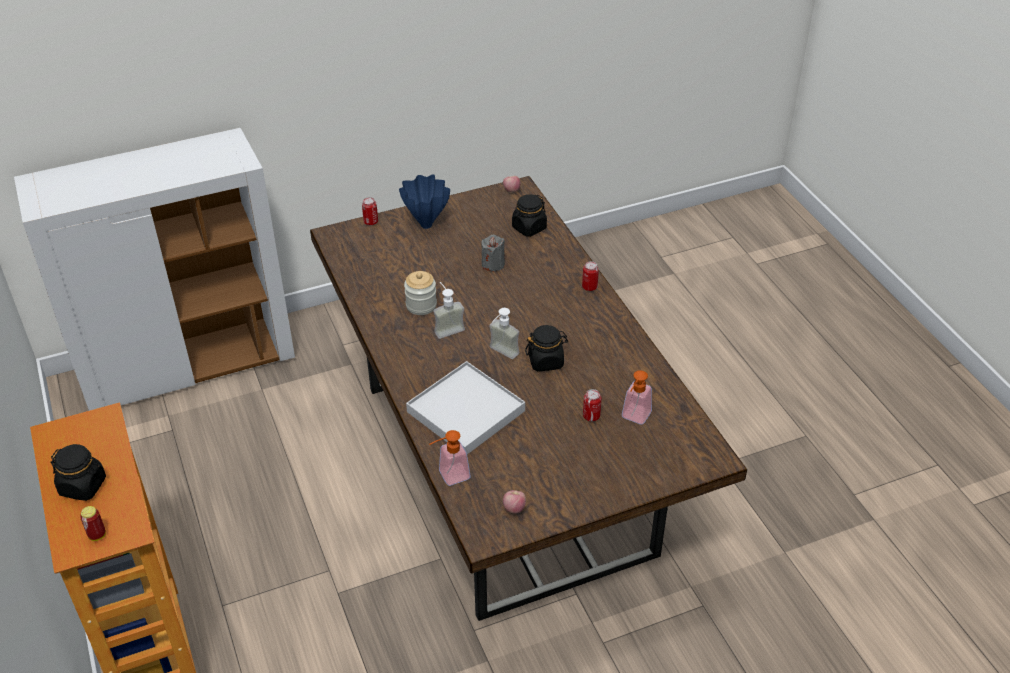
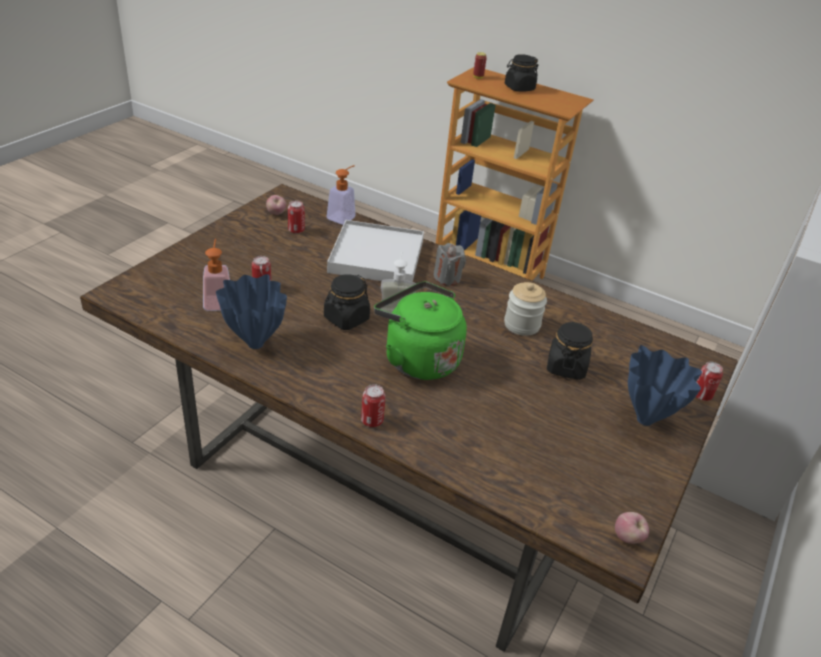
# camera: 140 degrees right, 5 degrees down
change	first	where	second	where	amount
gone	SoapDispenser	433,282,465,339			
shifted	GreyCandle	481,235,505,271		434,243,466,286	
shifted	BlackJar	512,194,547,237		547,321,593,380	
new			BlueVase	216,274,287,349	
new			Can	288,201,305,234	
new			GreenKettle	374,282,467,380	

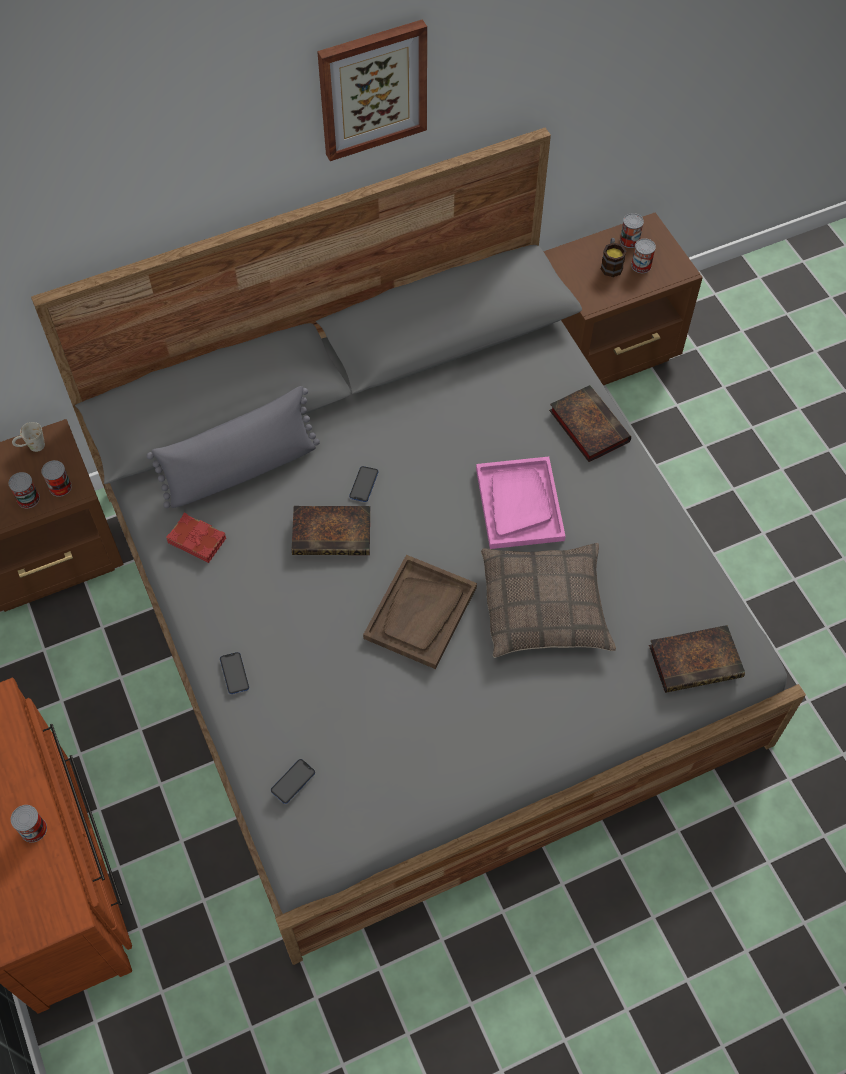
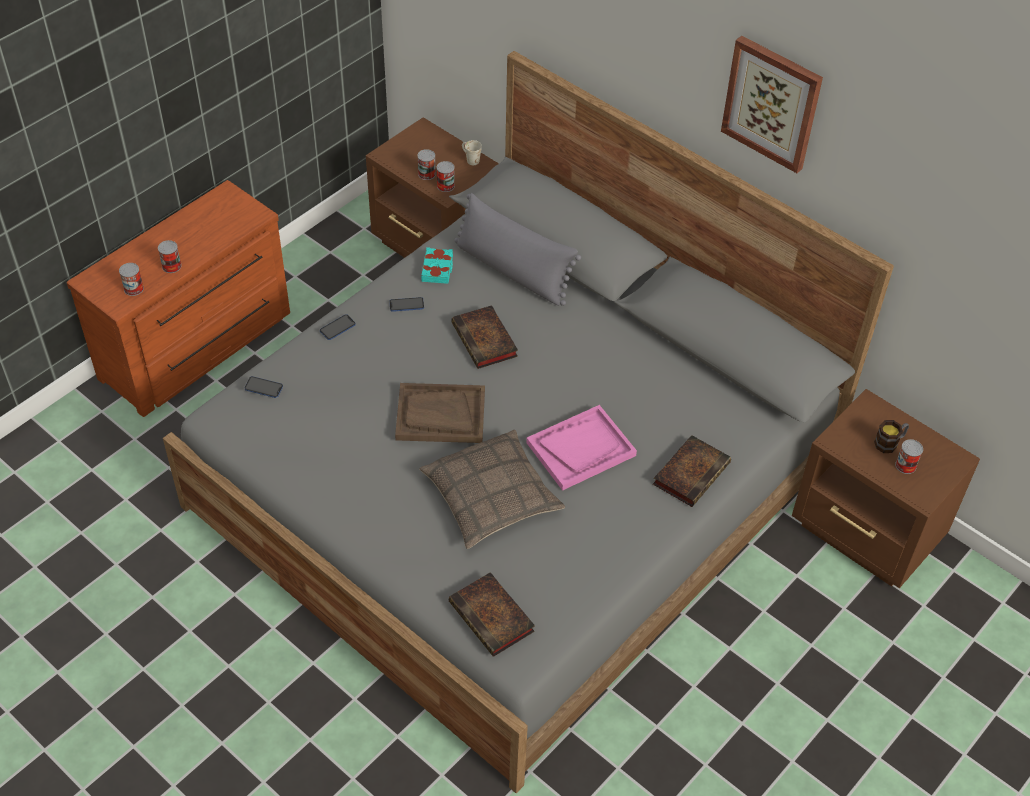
# camera: 65 degrees right, 10 degrees down
change	first	where	second	where	amount
repainted	RedBook	166,513,226,563	TurquoiseBook	421,247,453,284	
shifted	Phone	349,466,378,502		389,297,424,312	
shifted	Can	620,213,644,248		119,263,144,296	

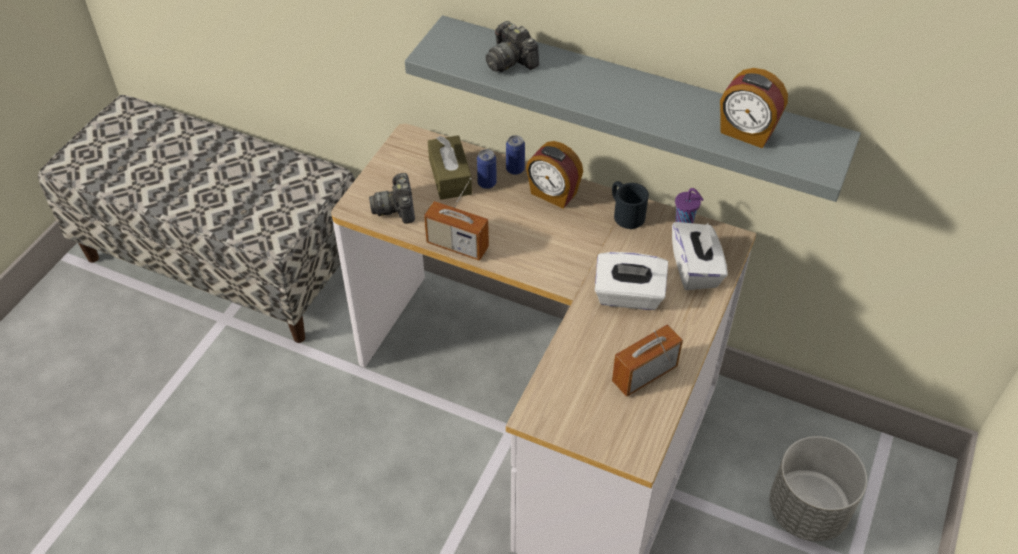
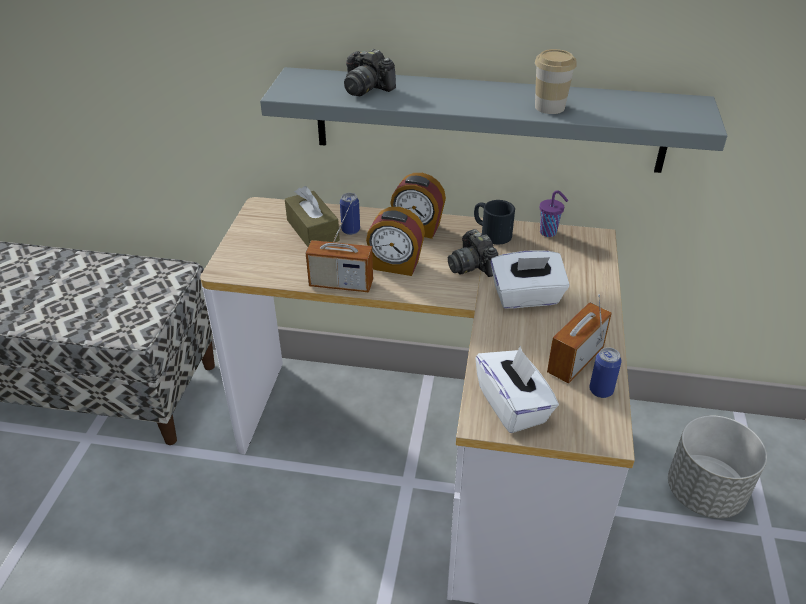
# camera: 15 degrees left, 10 degrees down
change	first	where	second	where	amount
shifted	PhotoCamera	369,173,415,224		448,229,498,277	
shifted	Can	506,135,525,175		589,347,622,398	
shifted	WhiteTissueBox	672,222,728,290		475,346,559,433	
shifted	AlarmClock	720,68,788,149		366,207,425,276	
new			Cup	535,49,577,114	

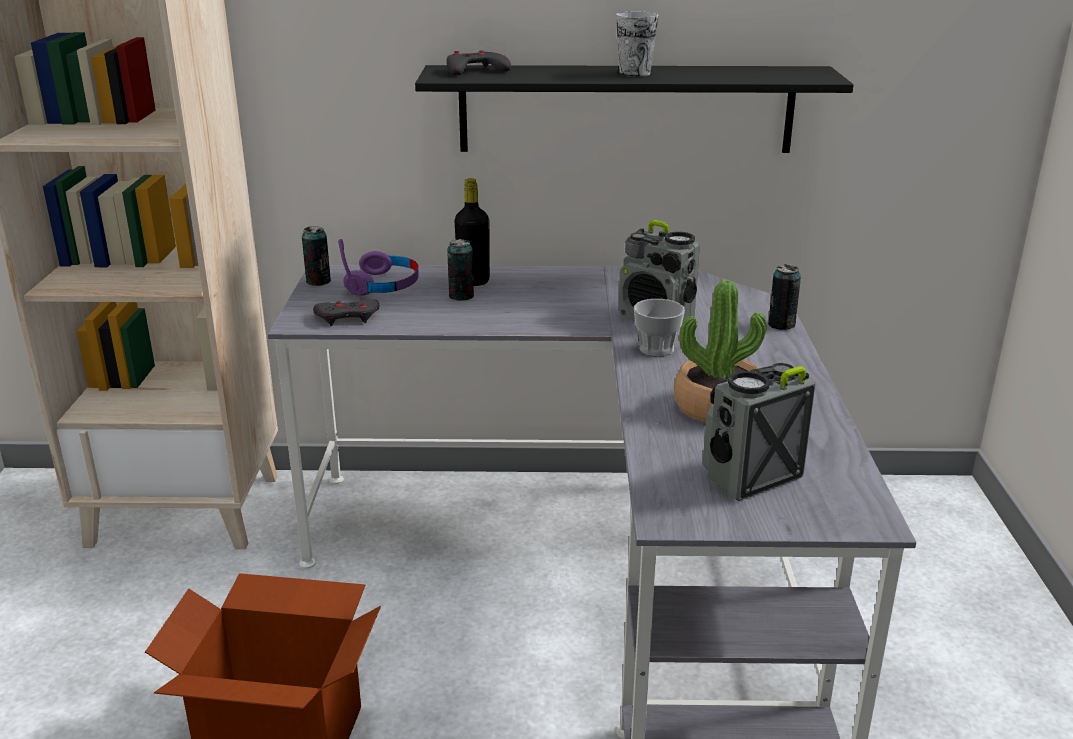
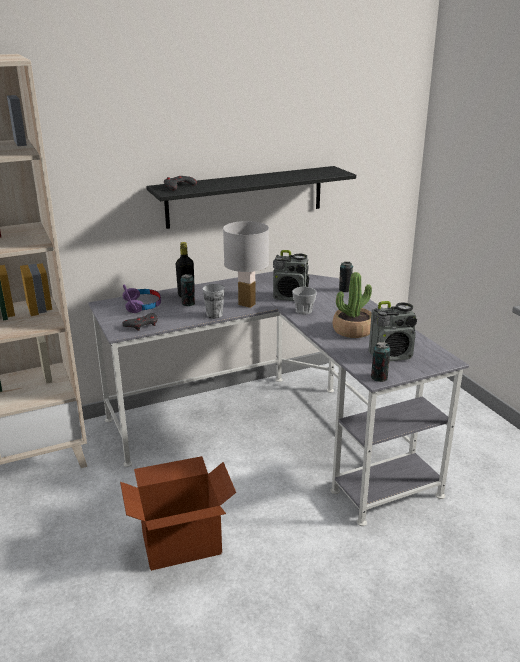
# camera: 25 degrees left, 0 degrees up
change	first	where	second	where	amount
shifted	Can	302,226,331,286		371,342,390,382	
shifted	Cup	616,11,659,77		203,284,225,319	
rotated	Radio	703,363,816,501		369,301,417,361	135 degrees counterclockwise
new			WhiteTableLamp	223,221,269,308	

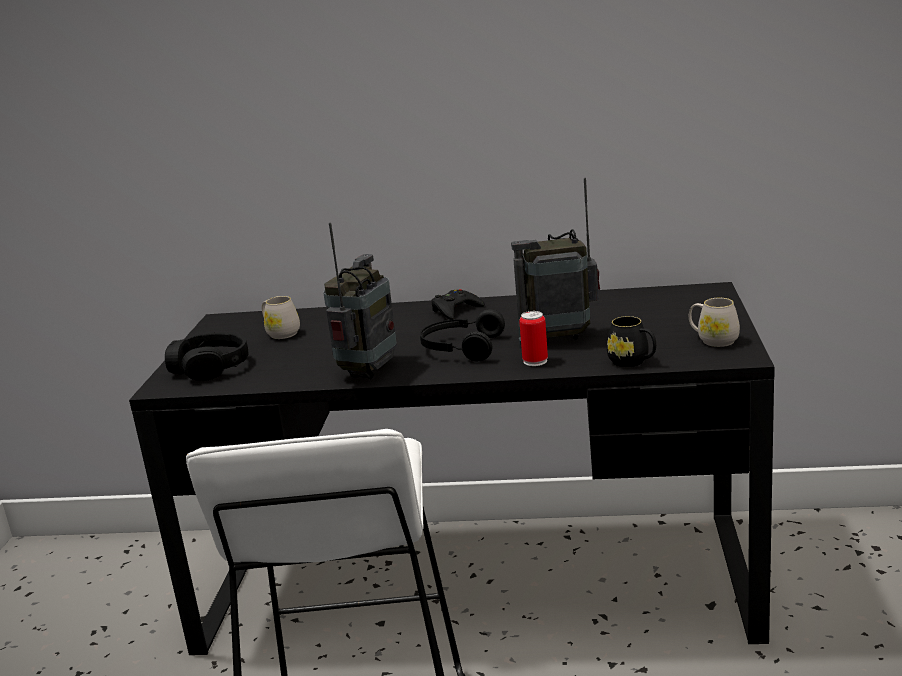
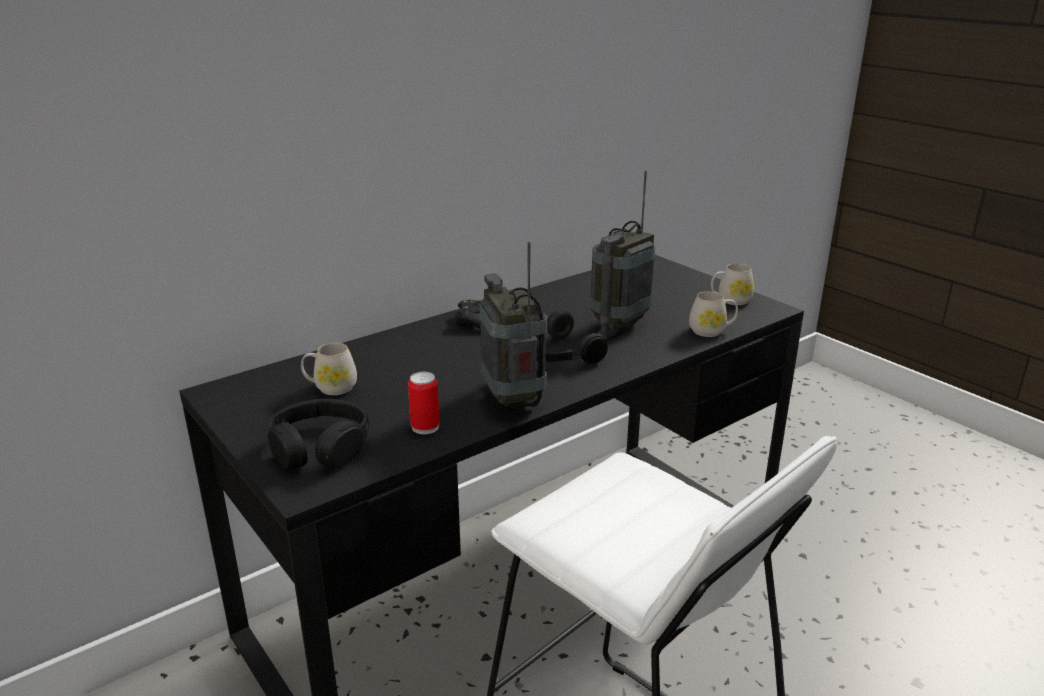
# camera: 45 degrees left, 5 degrees up
change	first	where	second	where	amount
shifted	Can	519,311,548,366		408,372,440,434	
repainted	BlackMug	607,316,656,367	WhiteMug	689,291,738,337	

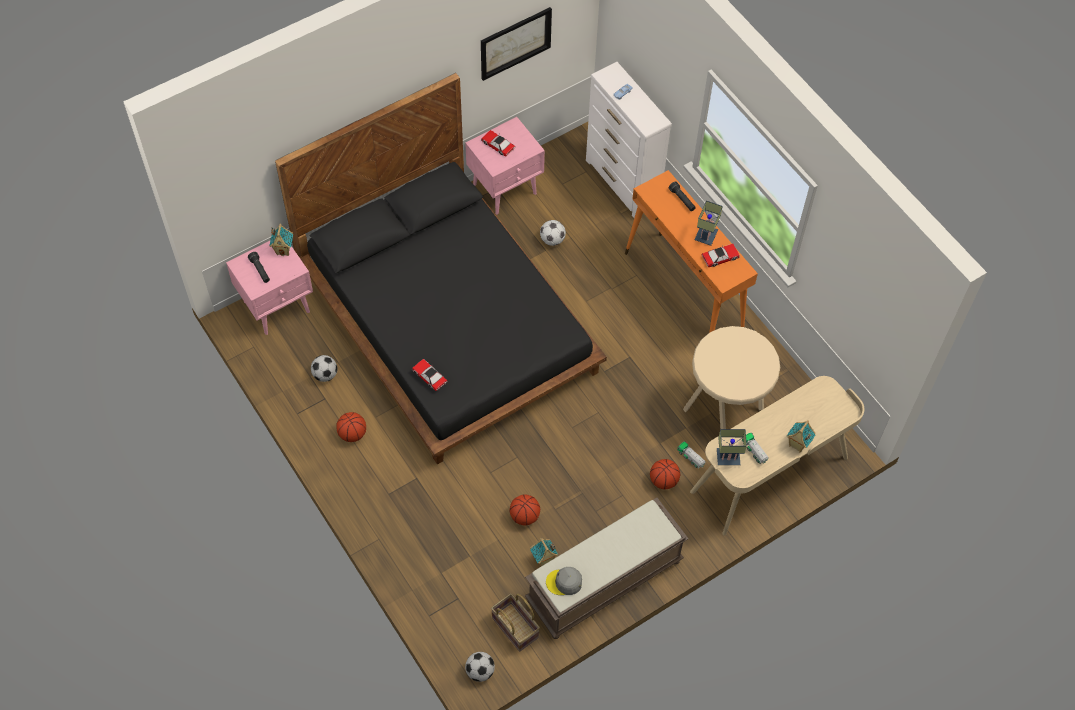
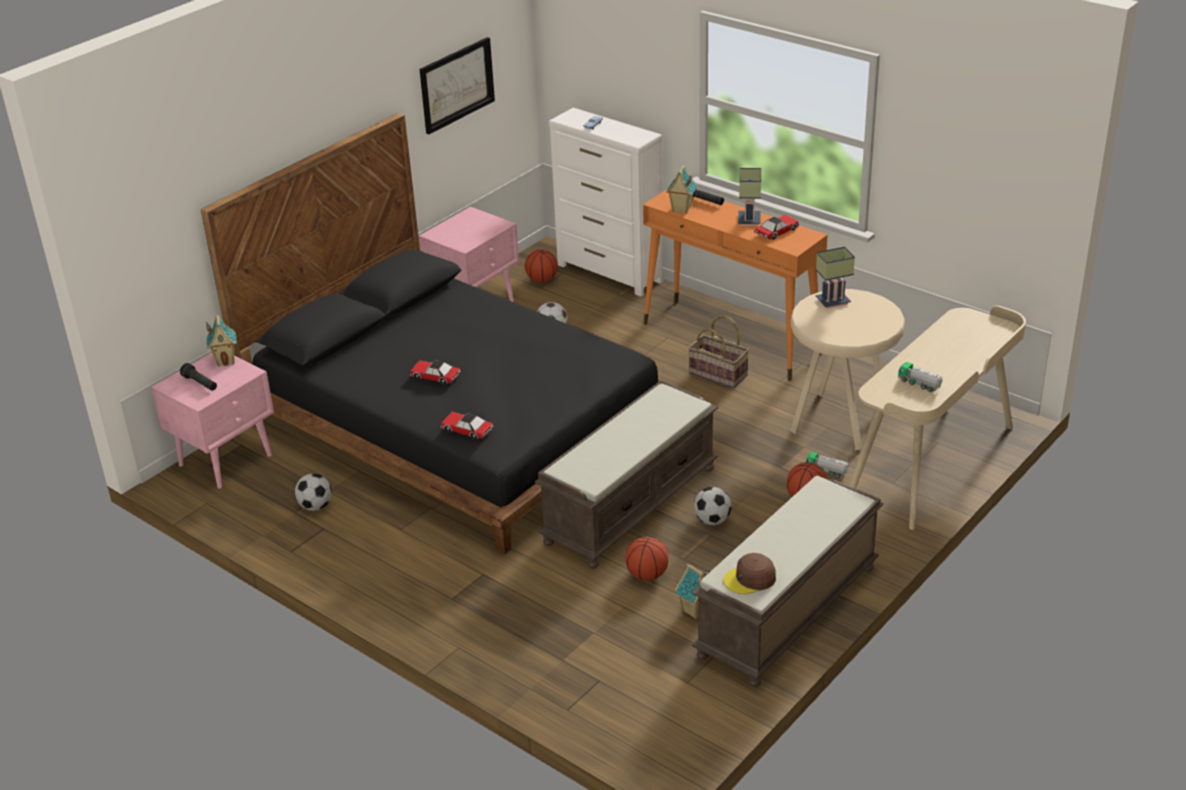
# camera: 15 degrees left, 25 degrees down
change	first	where	second	where	amount
shifted	Basketball	336,412,366,442		525,249,558,283	
shifted	Football	465,652,495,682		694,487,731,525	
shifted	ToyCar	481,130,515,156		410,360,460,384	
shifted	Basket	491,593,540,652		688,315,749,388	
repainted	GreyCap	546,567,582,595	BrownCap	723,553,776,594	
shifted	TableLamp	717,429,747,465		816,247,855,309	
shifted	ToyHouse	787,420,816,452		666,164,697,214	
new			BrownBench	535,380,719,569	

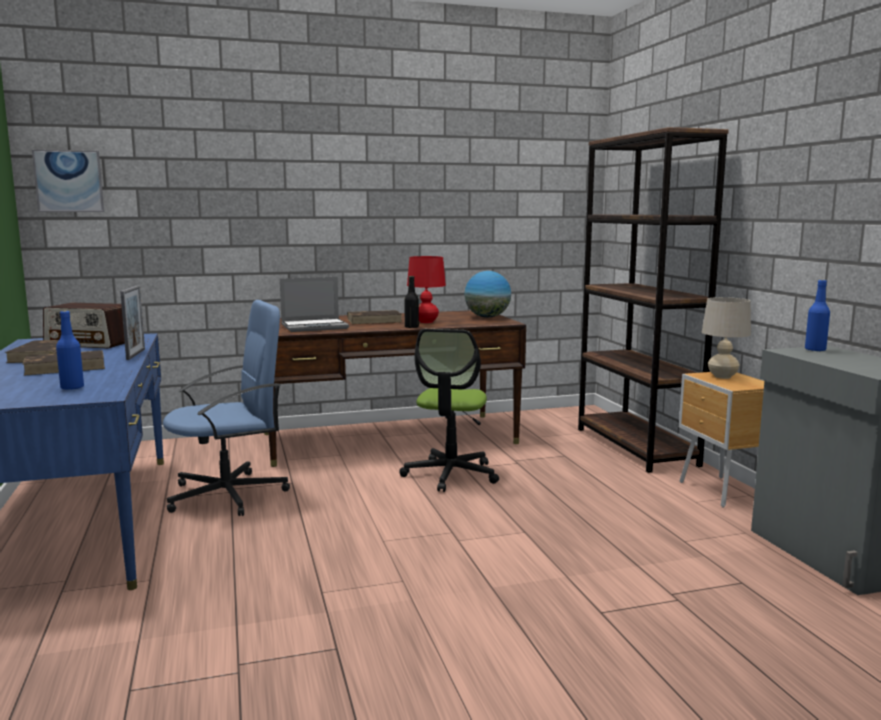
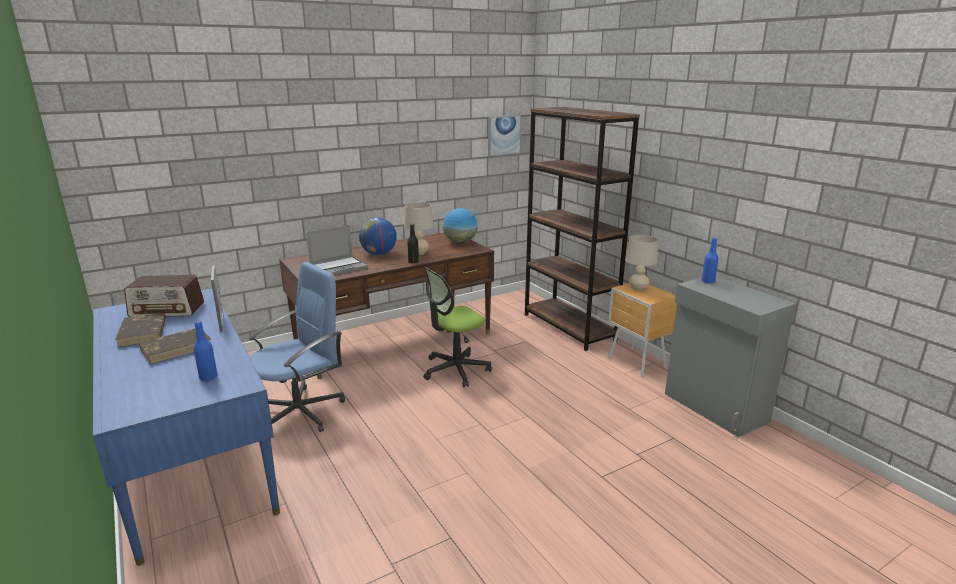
# camera: 15 degrees left, 10 degrees up
change	first	where	second	where	amount
shifted	Picture	32,150,104,212		488,115,522,156	
swapped	BrownBook	347,310,402,324	Globe	359,218,397,255	
rotated	OfficeChair	399,329,499,492		423,267,492,387	60 degrees clockwise
repainted	RedTableLamp	407,256,446,323	BeigeTableLamp	404,202,434,255	

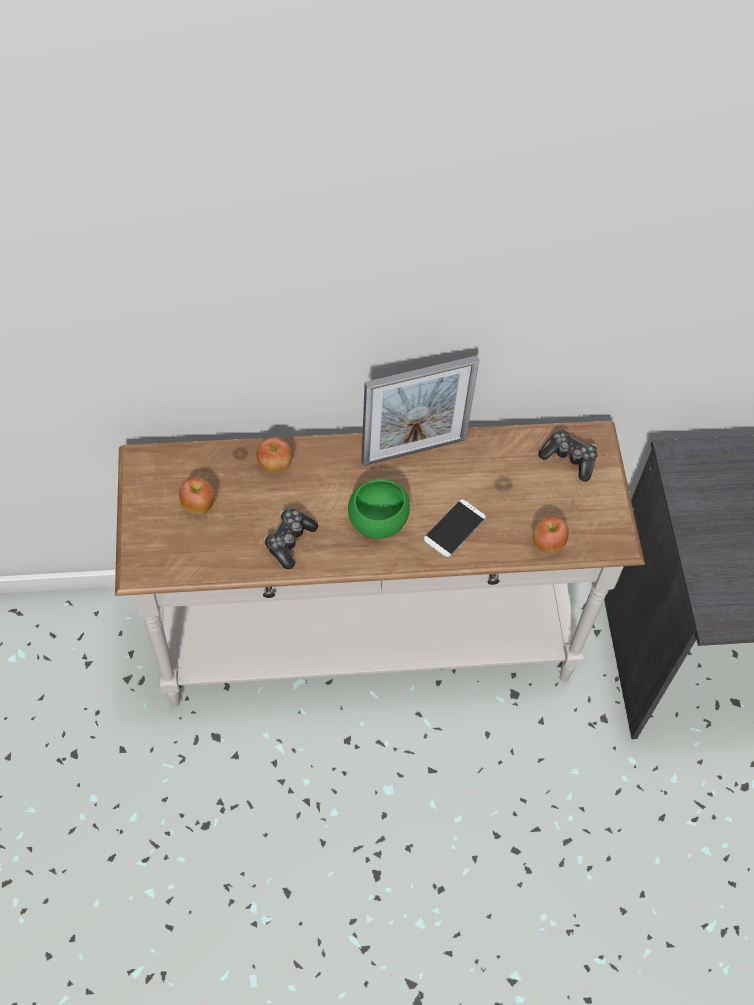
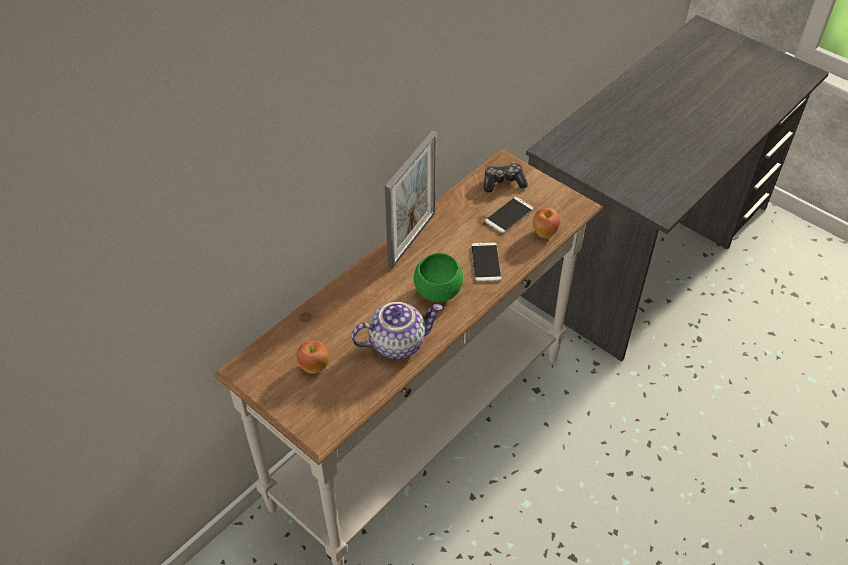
# camera: 40 degrees left, 10 degrees down
change	first	where	second	where	amount
gone	Apple	257,437,292,472			
swapped	GameController	264,509,318,569	Teapot	351,302,443,359	
new			Phone	485,197,533,233	

